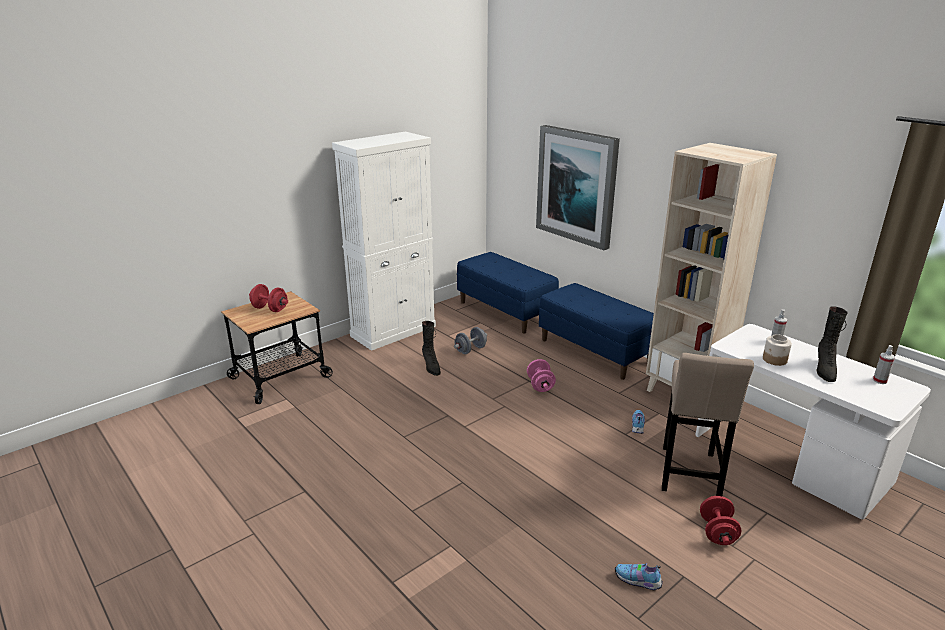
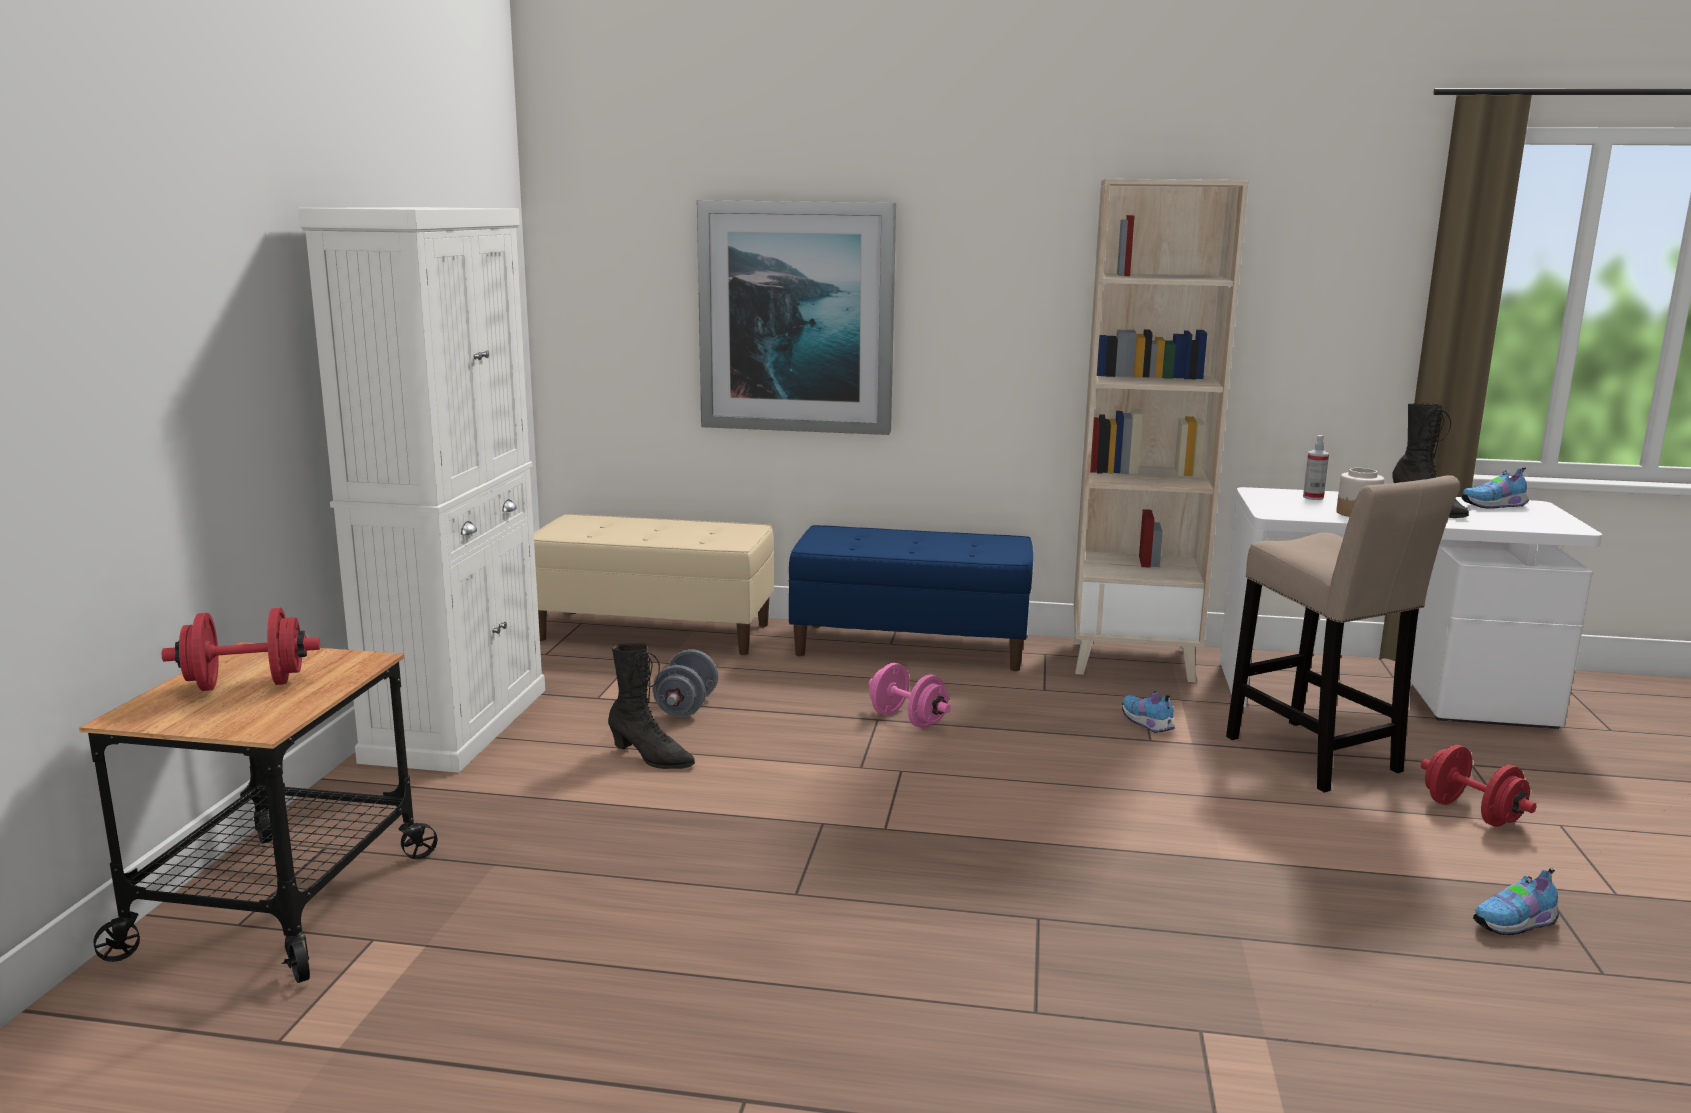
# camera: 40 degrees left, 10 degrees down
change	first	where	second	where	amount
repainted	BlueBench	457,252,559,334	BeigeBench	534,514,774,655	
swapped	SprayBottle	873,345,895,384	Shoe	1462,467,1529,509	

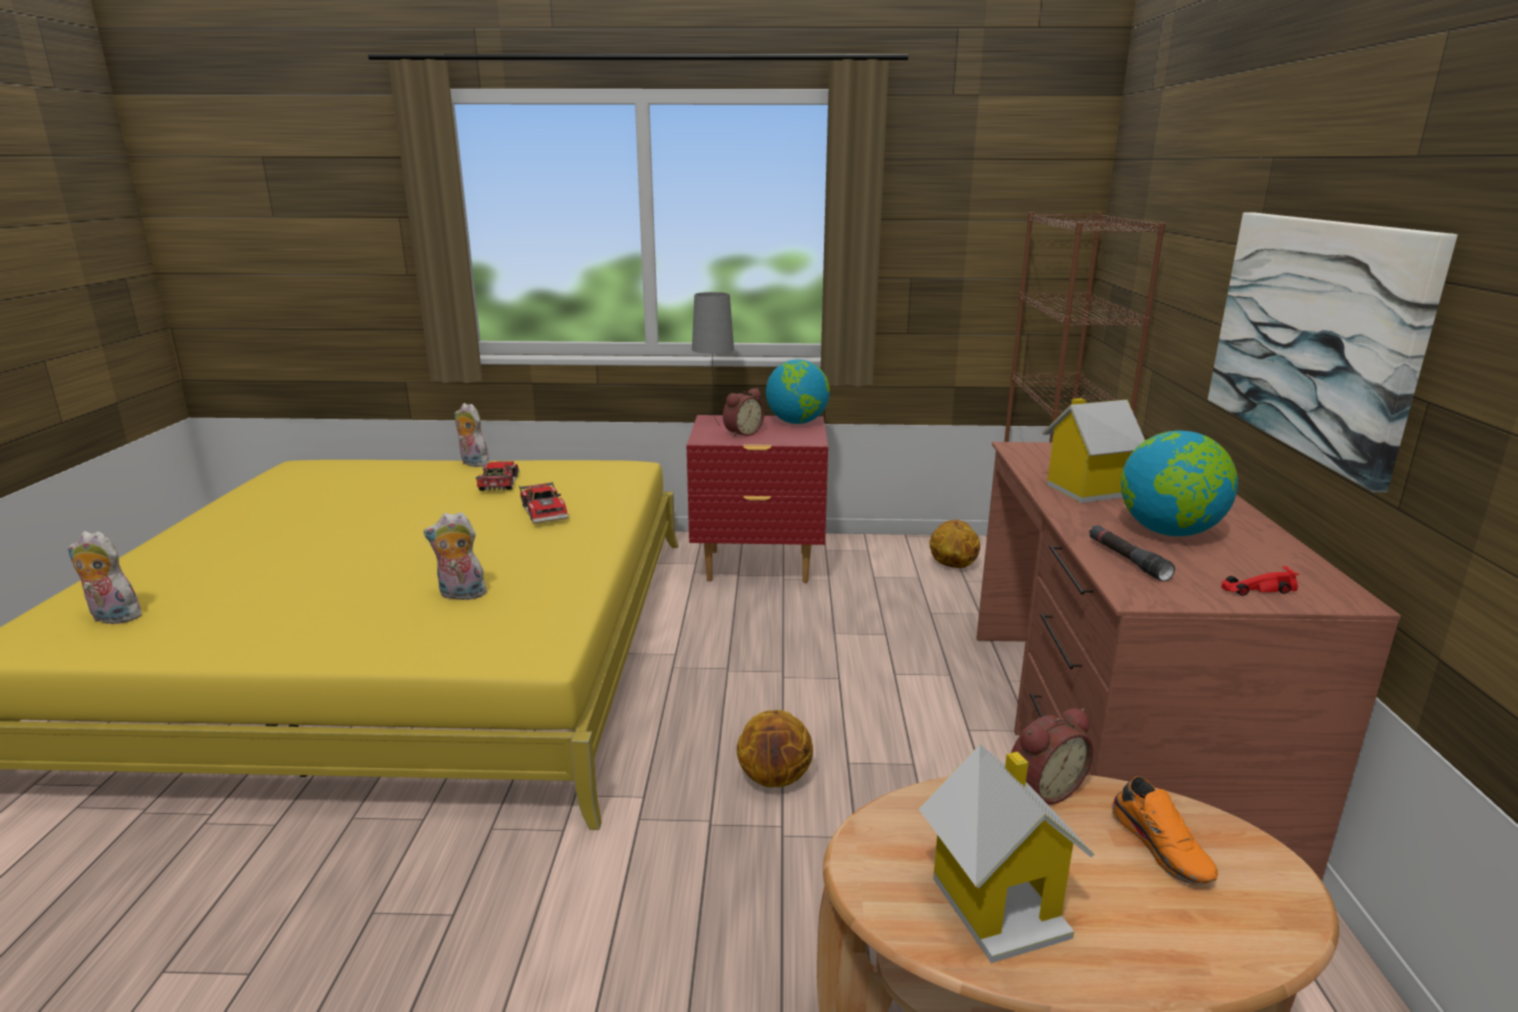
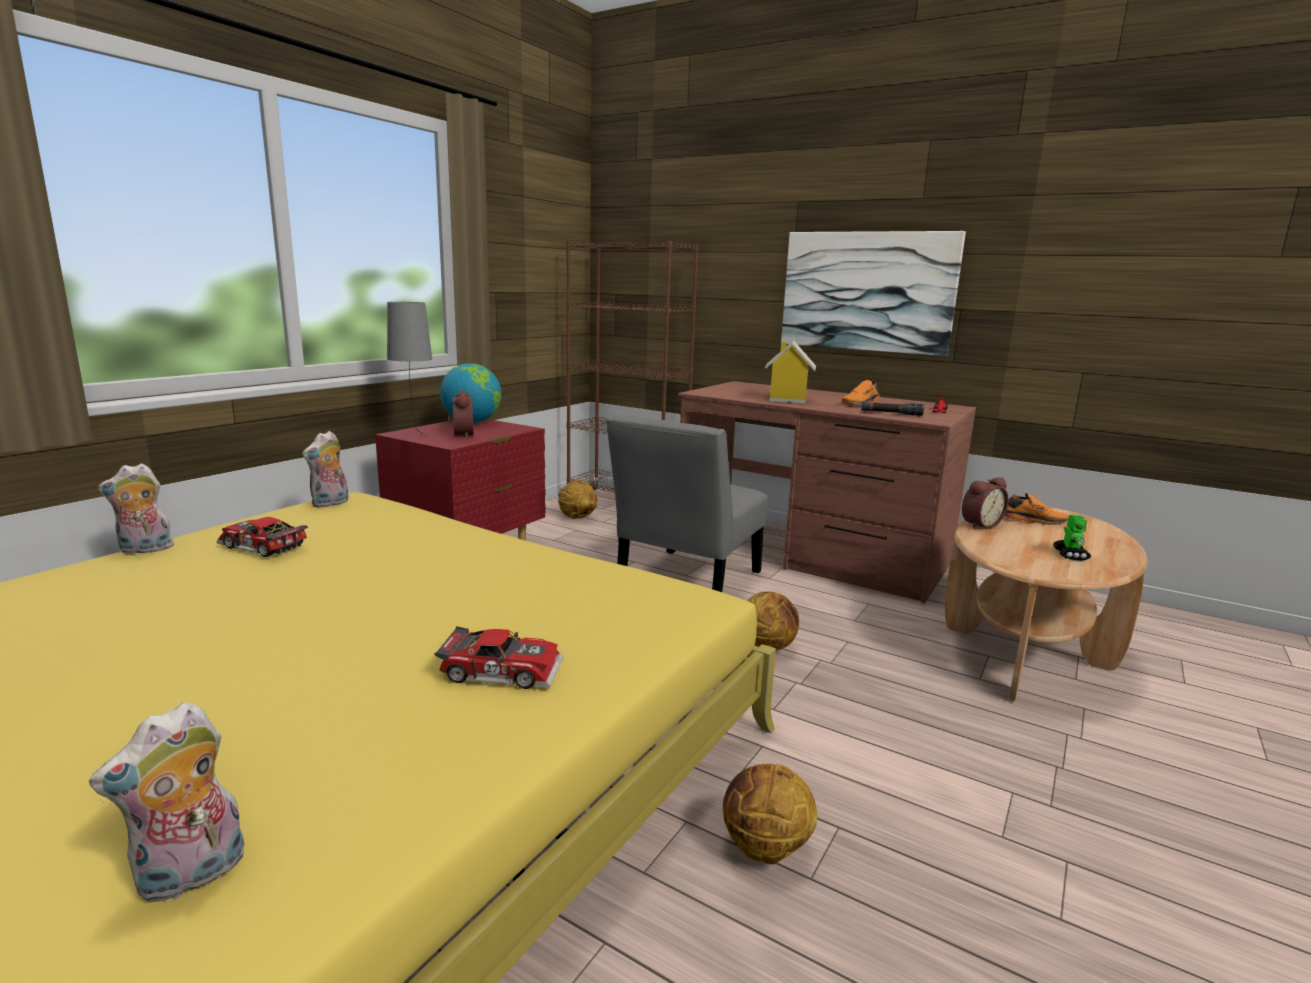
# camera: 60 degrees left, 5 degrees down
change	first	where	second	where	amount
shifted	PlushToy	424,512,489,600		302,431,349,508	
shifted	ToyCar	519,482,569,523		434,626,564,689	
swapped	ToyHouse	919,744,1095,963	ToyRobot	1053,514,1091,561	
rotated	AlarmClock	1011,708,1093,804		962,477,1009,529	60 degrees clockwise
swapped	Globe	1120,430,1238,536	OrangeShoe	842,380,880,406	
new			GreyChair	606,414,768,592	
new			Basketball	723,764,817,864	

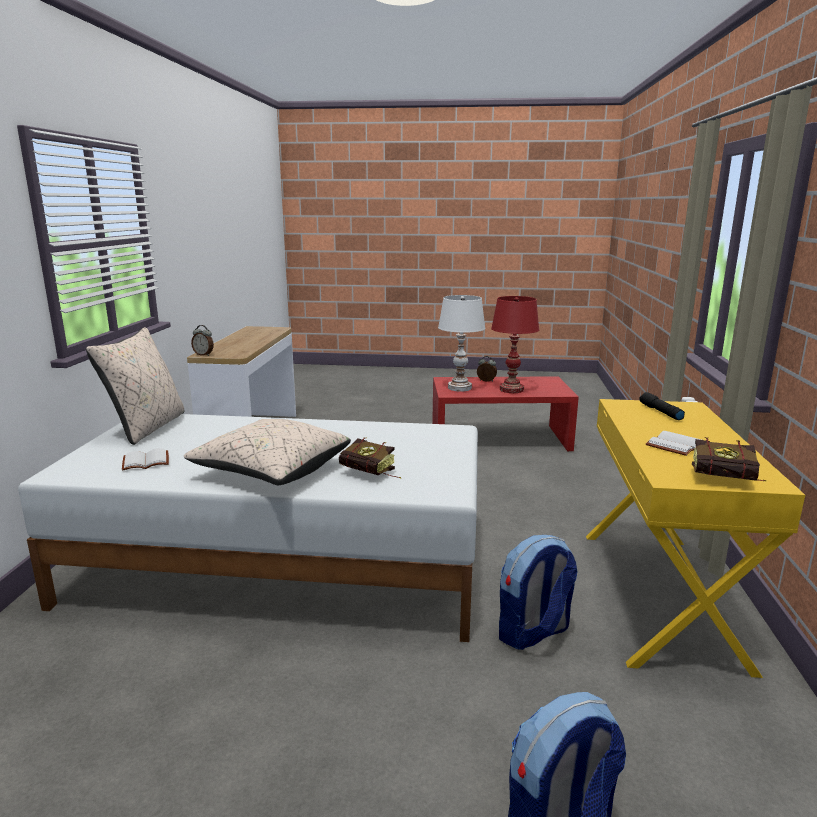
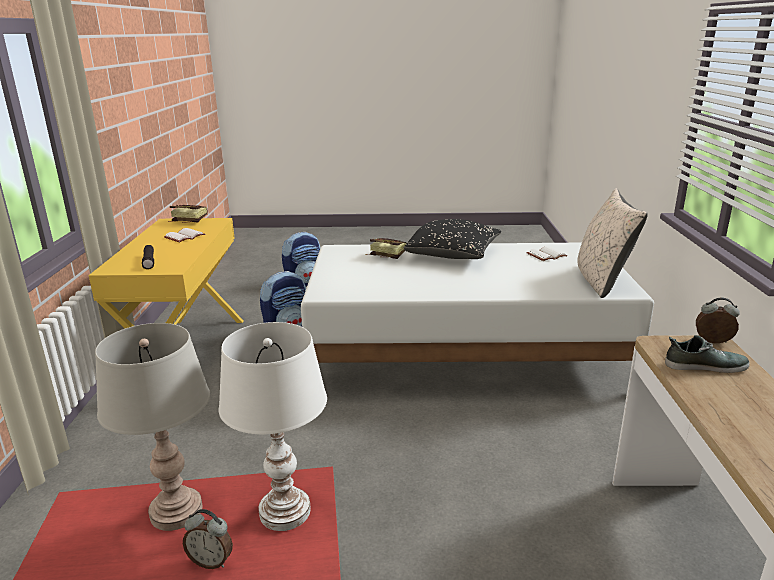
# camera: 175 degrees right, 5 degrees up
change	first	where	second	where	amount
repainted	BeigePillow	184,419,351,485	BlackPillow	404,219,502,259	
repainted	RedTableLamp	491,296,539,393	GreyTableLamp	95,323,210,531	
new			Shoe	665,335,750,373	

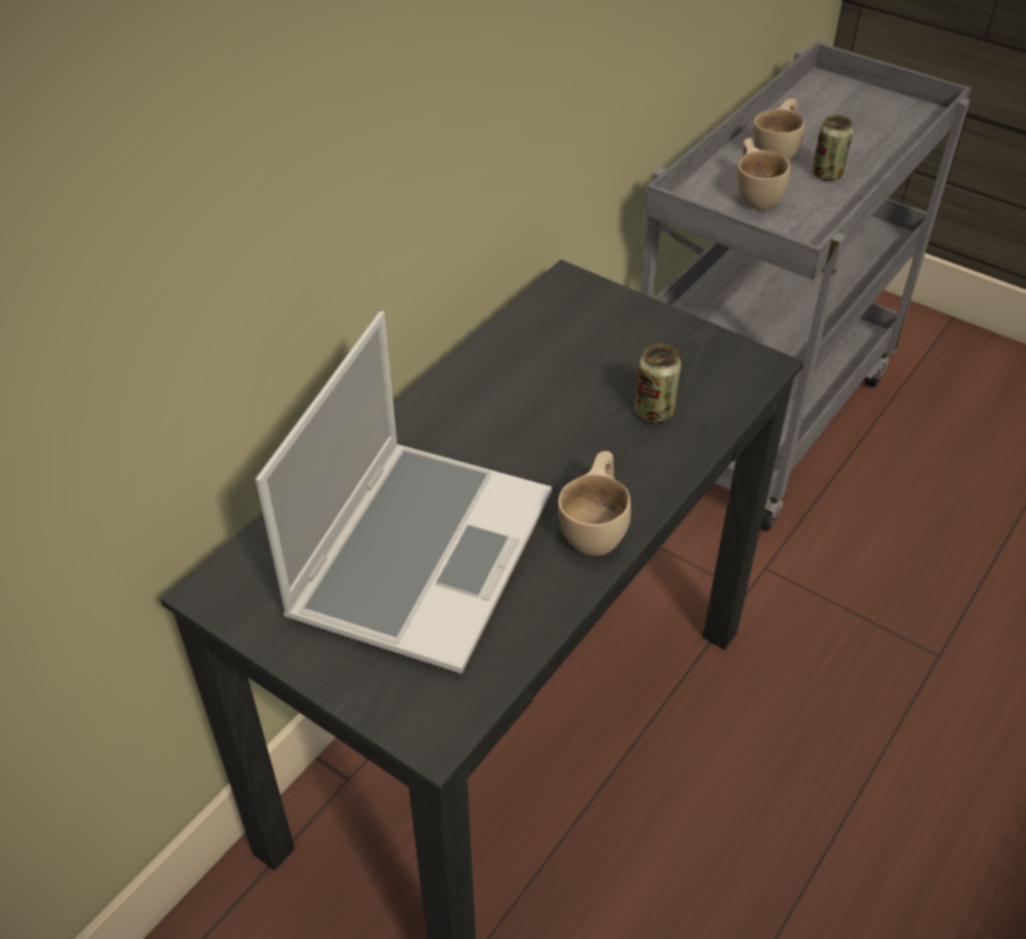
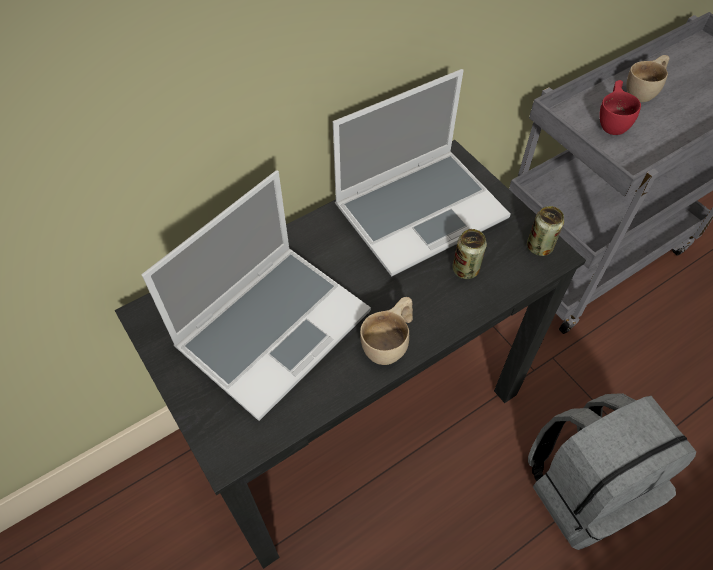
# camera: 20 degrees right, 10 degrees up
change	first	where	second	where	amount
repainted	BeigeCup	737,138,790,210	RedCup	599,80,641,135	
shifted	Can	812,115,853,181		527,206,564,256	
new			Laptop	333,69,510,276	
new			GreyBackpack	528,393,696,550	

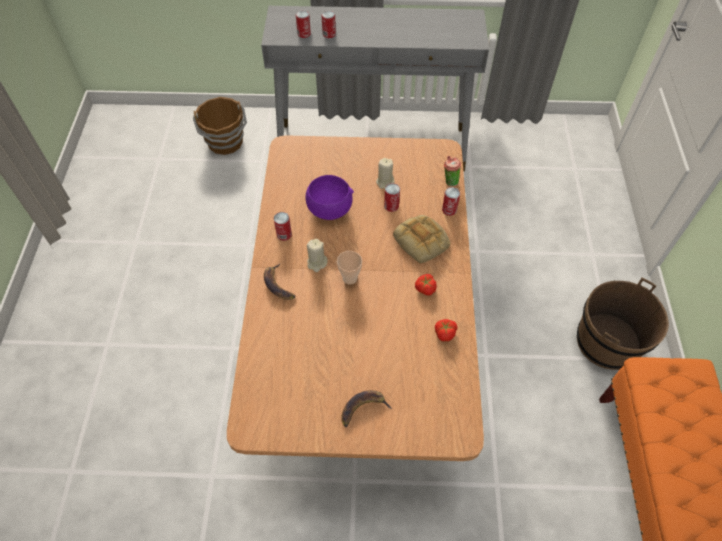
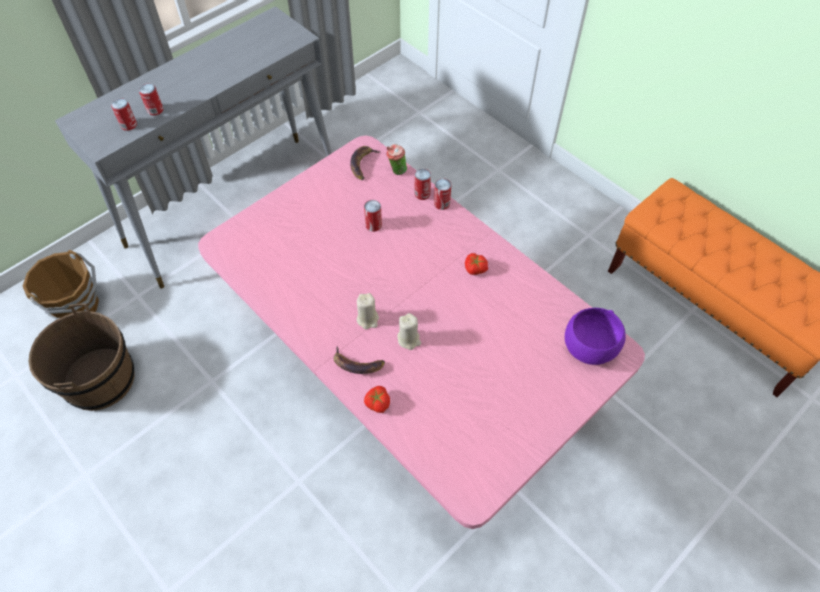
# camera: 45 degrees left, 0 degrees up
change	first	where	second	where	amount
repainted	BrownDiningTable	227,136,484,461	PinkDiningTable	198,135,645,529	
shifted	Can	274,212,292,241		434,178,451,210	
shifted	PurpleBowl	306,175,354,220		565,308,626,365	
gone	Cup	337,251,362,285			
shifted	Banana	341,390,392,427		350,146,381,180	
shifted	BeigeCandle	376,158,394,189		397,313,421,350	
gone	Bread	393,215,450,263			
shifted	Tomato	435,319,457,341		364,386,390,413	
shifted	BrownBucket	577,278,669,370		28,304,135,411	

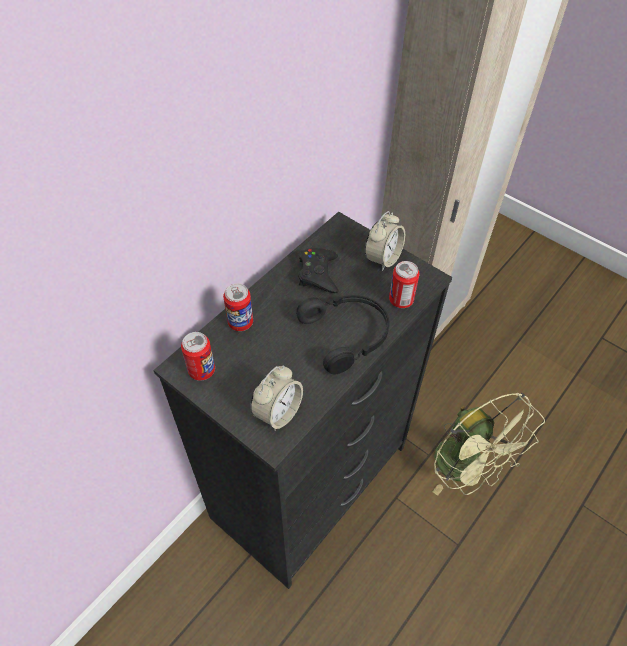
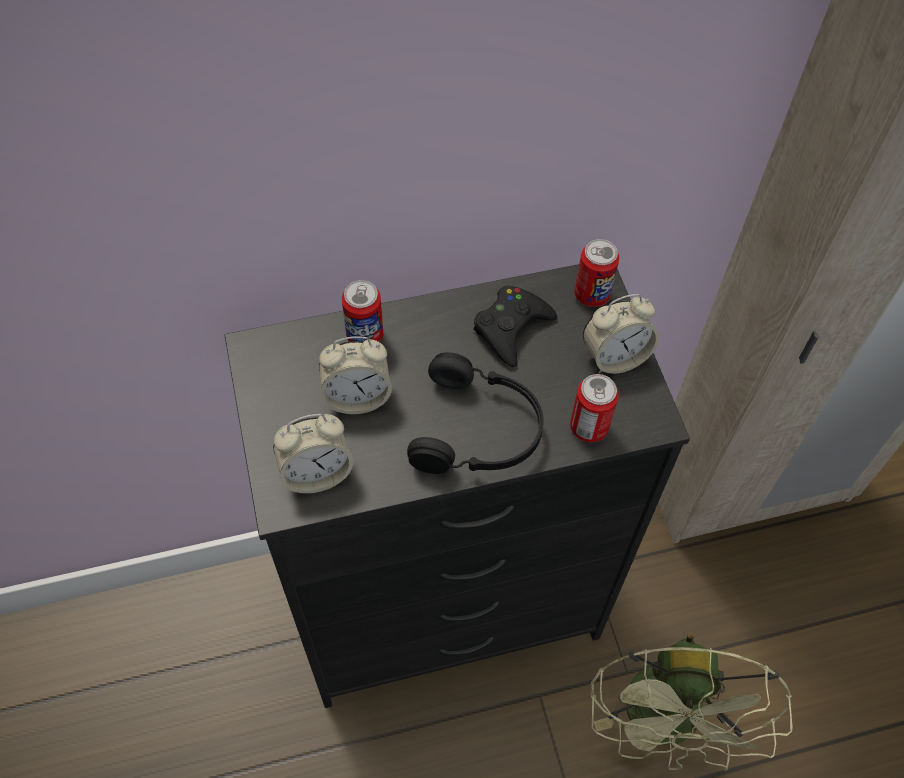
# camera: 35 degrees right, 5 degrees up
change	first	where	second	where	amount
shifted	Can	181,332,215,381		574,239,619,307	
new			AlarmClock	319,336,392,414	

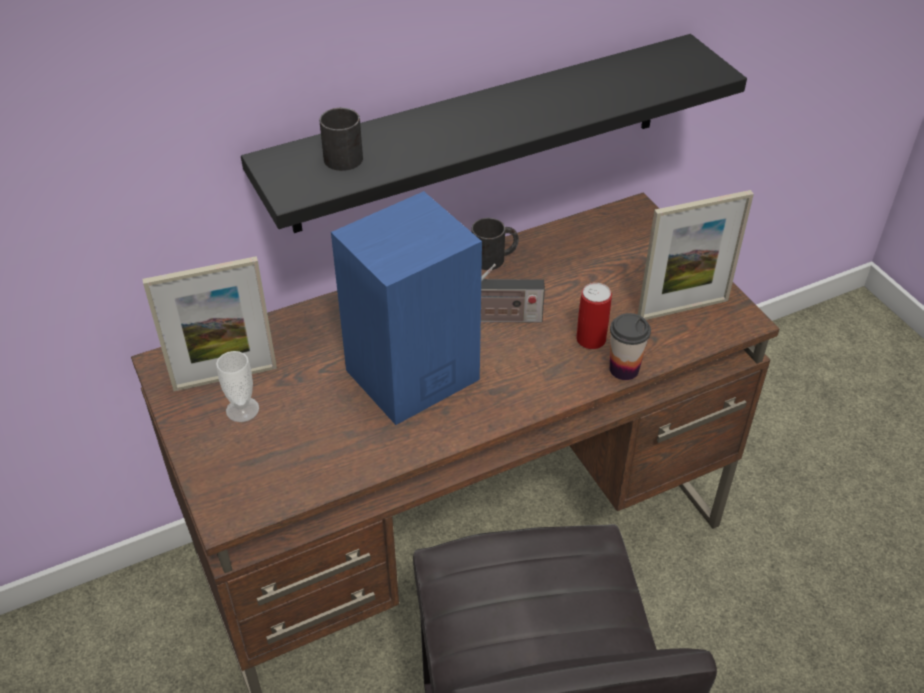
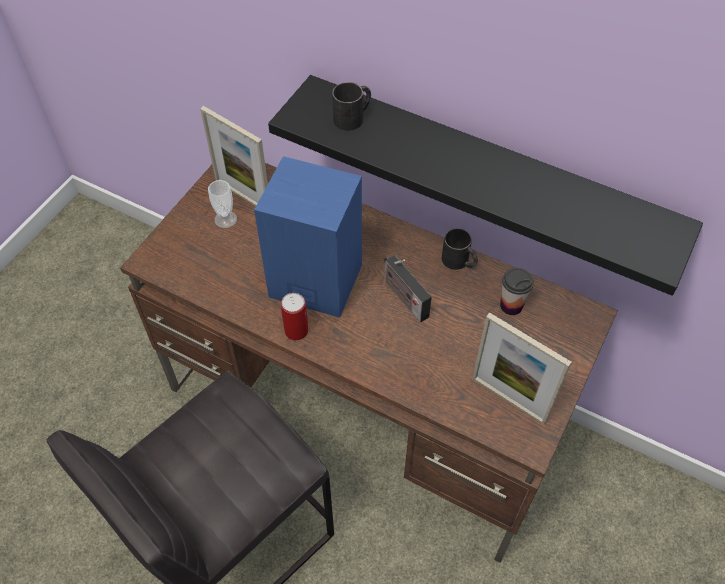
# camera: 55 degrees right, 10 degrees up
change	first	where	second	where	amount
shifted	Can	576,283,612,349		281,293,308,341	
shifted	Cup	610,313,651,380		500,268,534,315	

